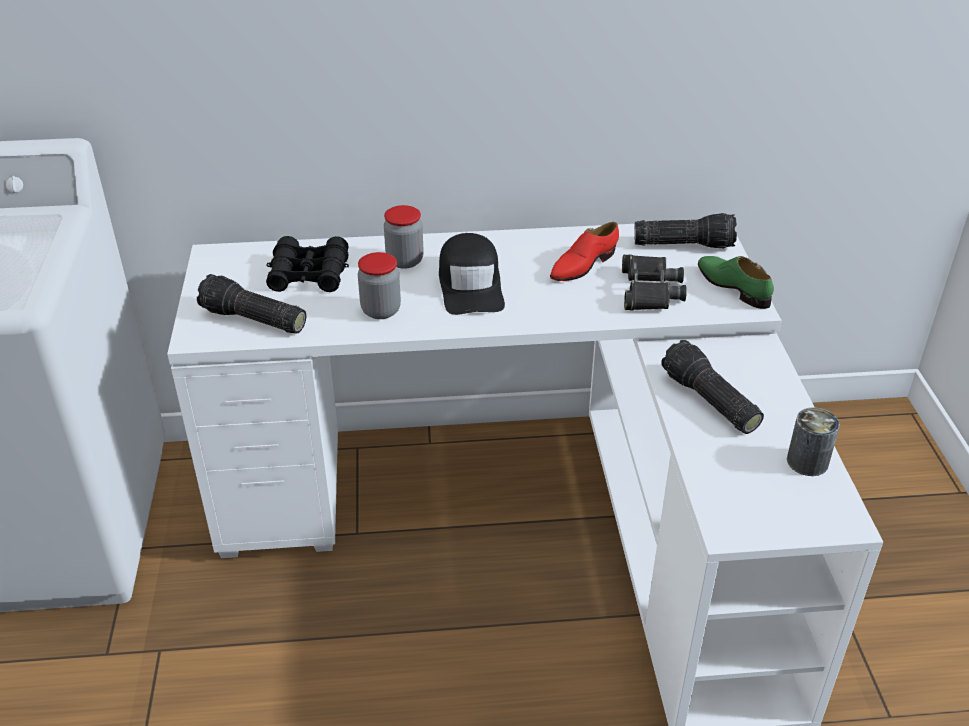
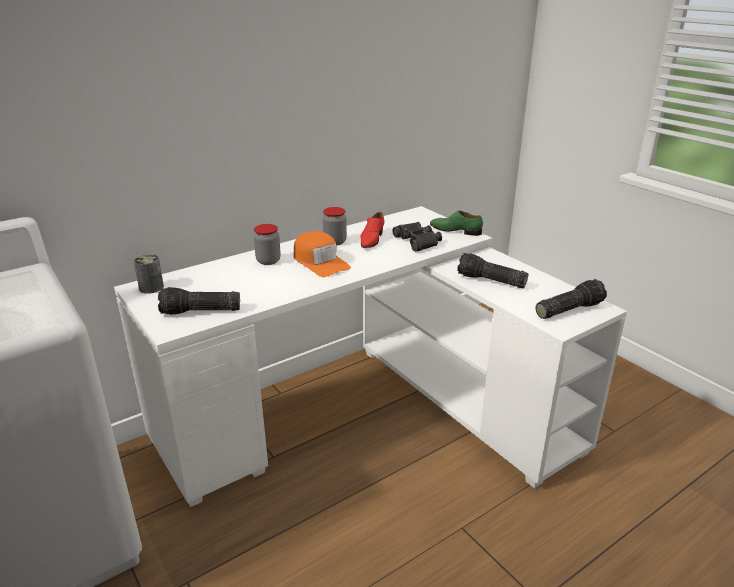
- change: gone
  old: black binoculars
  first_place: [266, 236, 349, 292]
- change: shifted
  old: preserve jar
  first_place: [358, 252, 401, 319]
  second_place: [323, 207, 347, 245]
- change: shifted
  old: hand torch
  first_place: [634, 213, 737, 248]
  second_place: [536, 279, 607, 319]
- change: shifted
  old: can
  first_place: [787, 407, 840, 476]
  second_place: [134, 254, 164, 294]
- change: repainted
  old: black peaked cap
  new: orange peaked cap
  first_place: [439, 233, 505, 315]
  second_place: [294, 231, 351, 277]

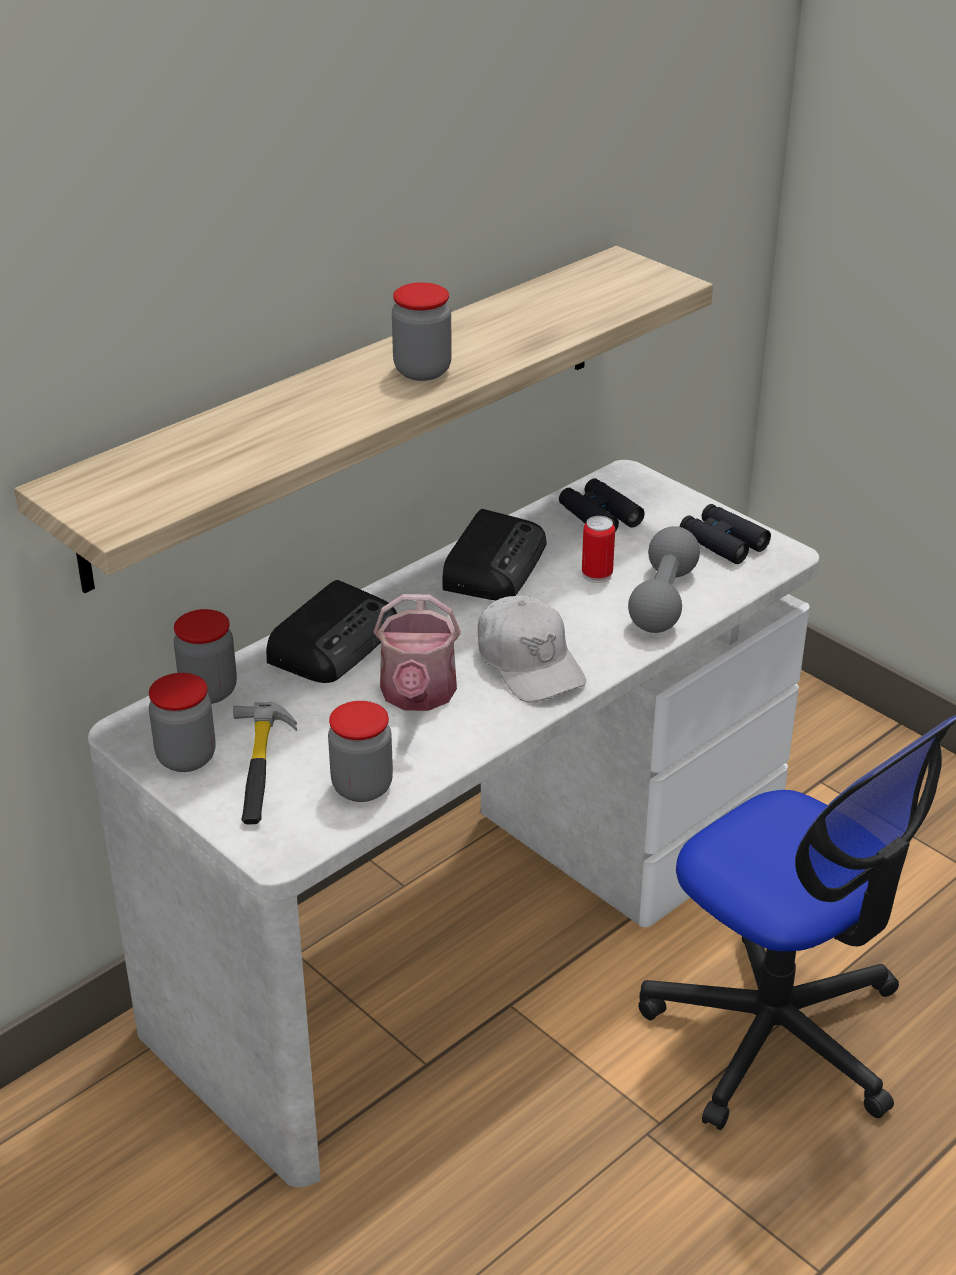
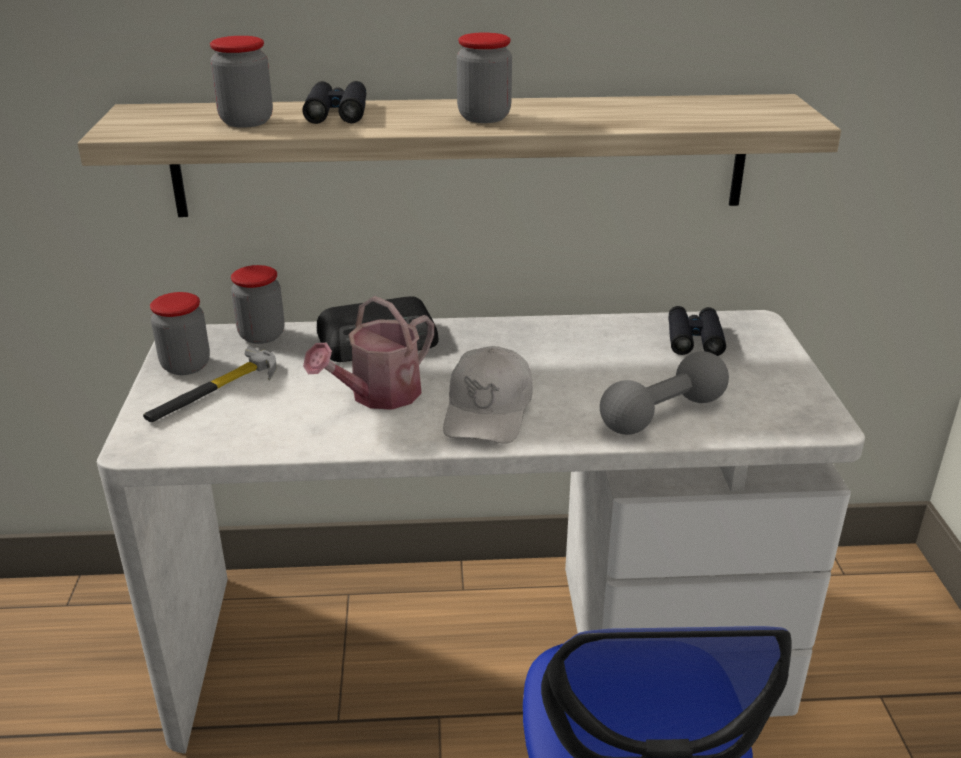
- change: gone
  old: radio set
  first_place: [442, 509, 546, 600]
- change: gone
  old: can
  first_place: [582, 516, 615, 583]
- change: shifted
  old: preserve jar
  first_place: [328, 701, 393, 802]
  second_place: [210, 36, 273, 128]
- change: shifted
  old: black binoculars
  first_place: [680, 504, 771, 564]
  second_place: [302, 81, 366, 124]

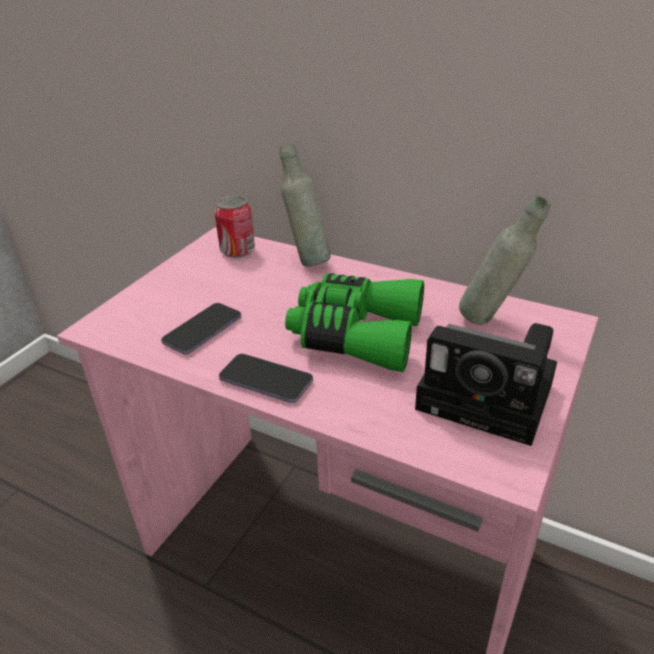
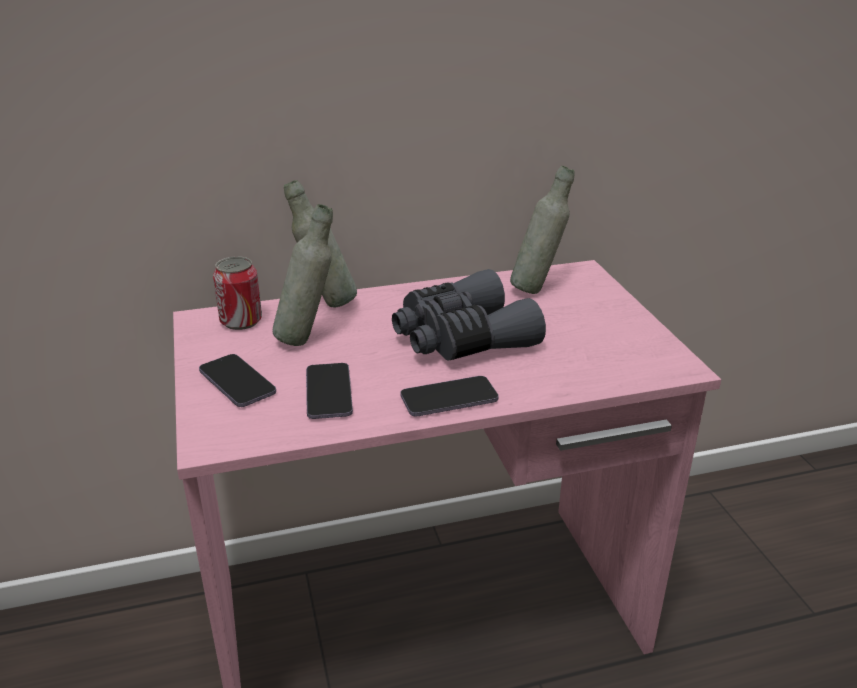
- change: gone
  old: still camera
  first_place: [415, 323, 557, 446]
- change: new
  new: telephone
  second_place: [199, 354, 276, 407]
- change: new
  new: greyish beverage bottle
  second_place: [273, 204, 333, 346]
- change: repainted
  old: greenish binoculars
  new: greyish binoculars
  first_place: [285, 273, 424, 372]
  second_place: [392, 269, 546, 361]

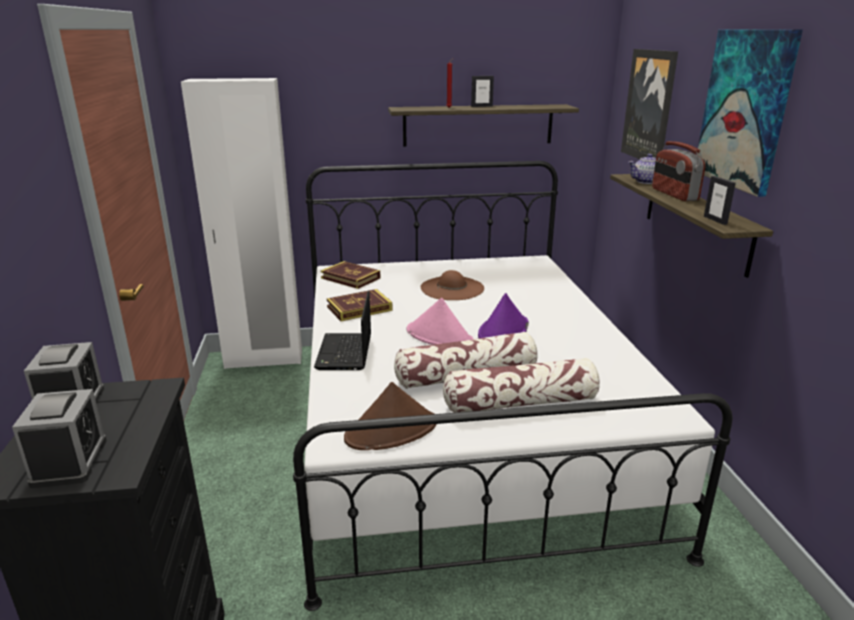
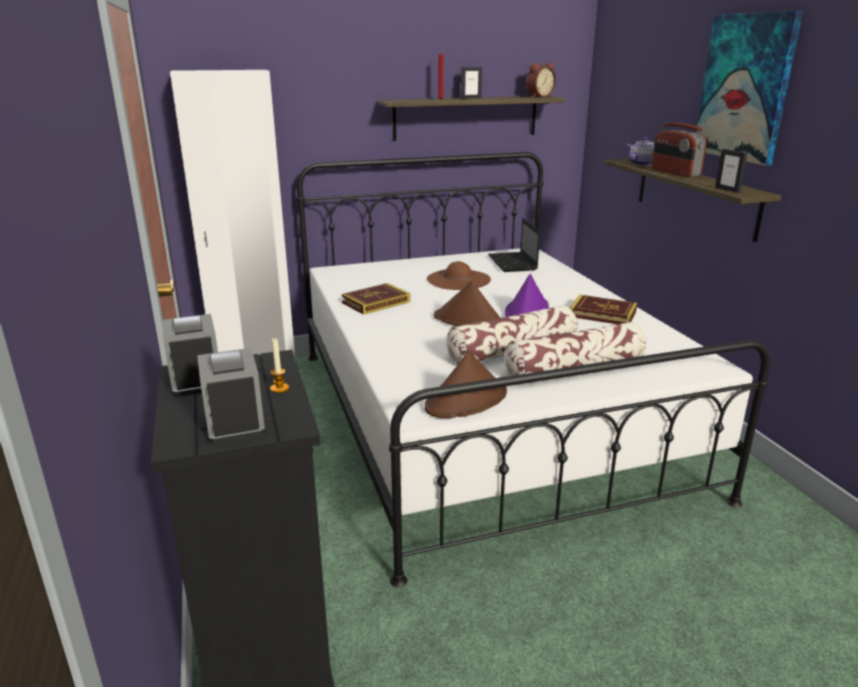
- change: gone
  old: wall art
  first_place: [621, 49, 678, 159]
- change: new
  new: wax candle
  second_place: [270, 338, 289, 393]
- change: new
  new: table clock
  second_place: [526, 63, 556, 98]
- change: shifted
  old: notebook computer
  first_place: [314, 291, 371, 370]
  second_place: [488, 218, 540, 272]
- change: shifted
  old: volume
  first_place: [321, 261, 381, 289]
  second_place: [570, 295, 637, 324]
- change: repainted
  old: pink wearable hat
  new: brown wearable hat
  first_place: [407, 298, 474, 345]
  second_place: [434, 281, 500, 326]

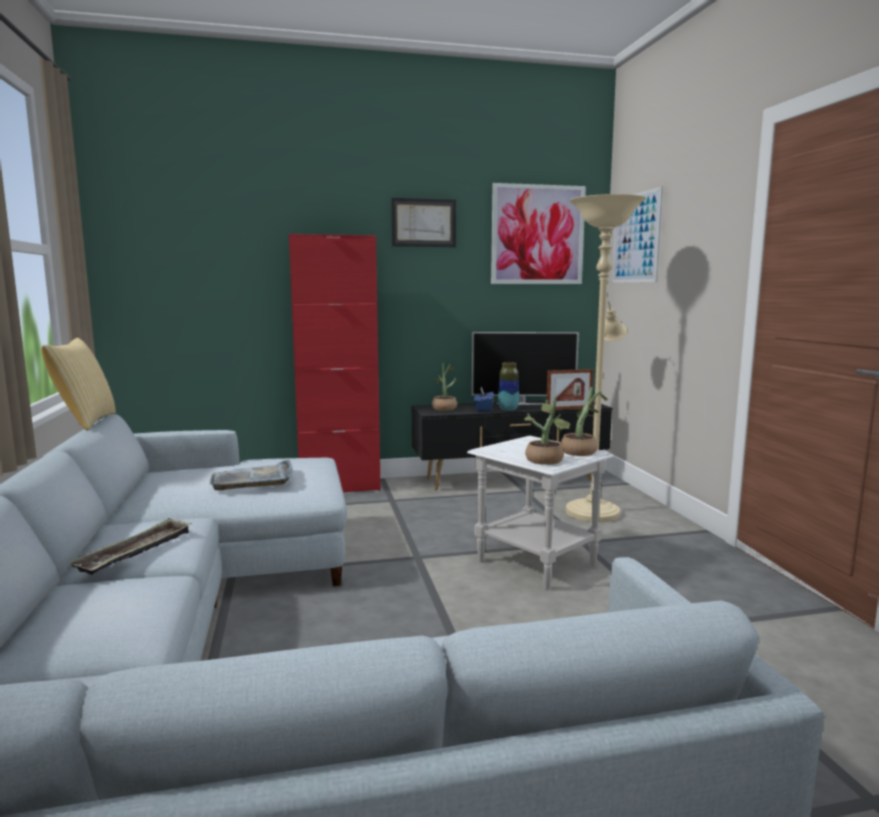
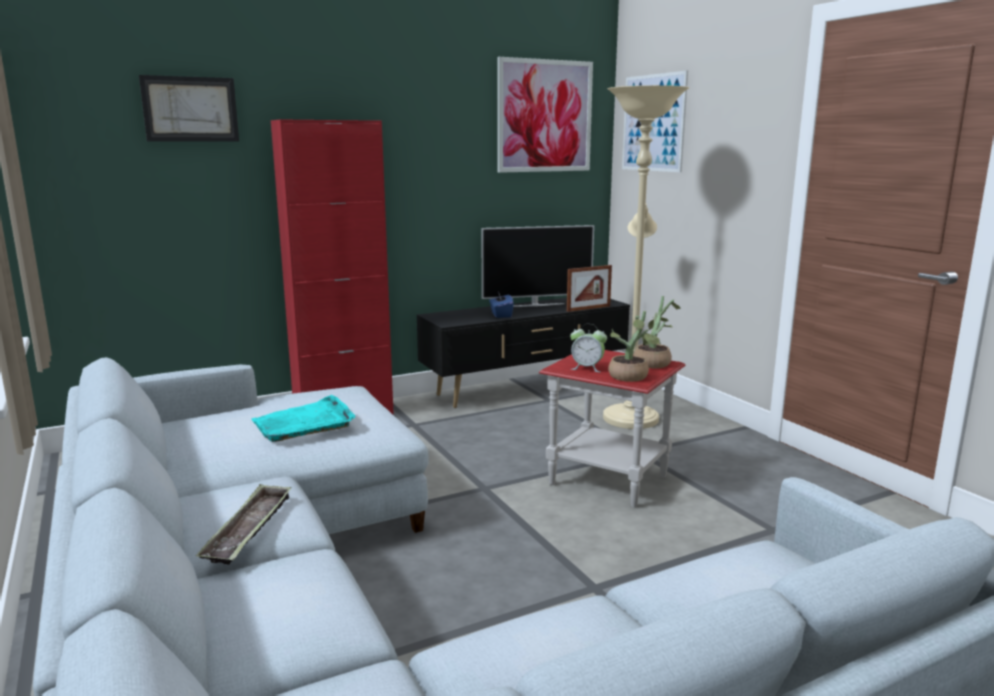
- change: gone
  old: pillow
  first_place: [41, 338, 116, 431]
- change: gone
  old: houseplant
  first_place: [432, 363, 459, 411]
- change: gone
  old: flower vase
  first_place: [498, 362, 519, 411]
- change: new
  new: table clock
  second_place: [570, 324, 607, 372]
- change: shifted
  old: wall art
  first_place: [391, 198, 456, 247]
  second_place: [139, 75, 239, 142]
- change: repainted
  old: greyish serving tray
  new: blue-green serving tray
  first_place: [210, 459, 293, 490]
  second_place: [251, 395, 356, 442]
- change: repainted
  old: white end table
  new: red-coloured end table
  first_place: [467, 436, 614, 590]
  second_place: [539, 350, 685, 508]

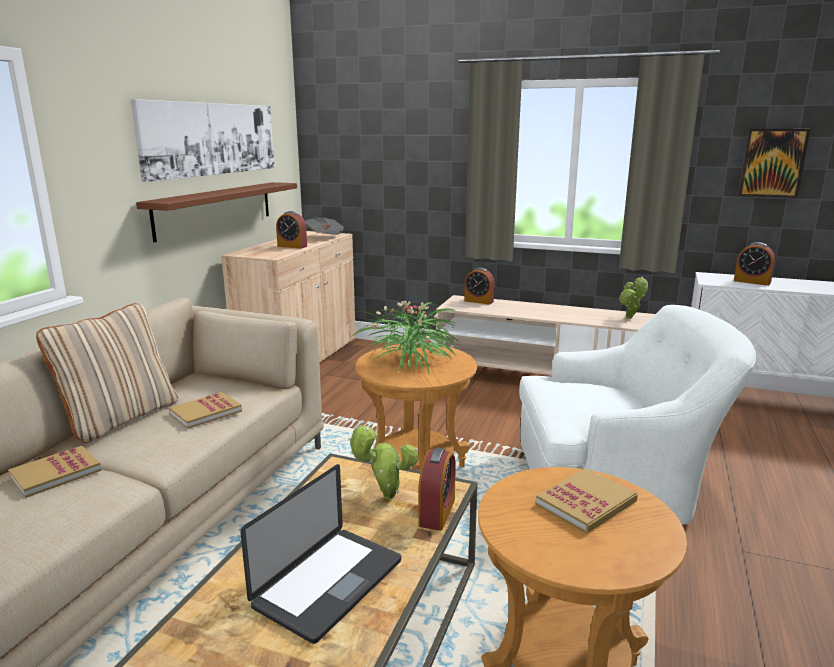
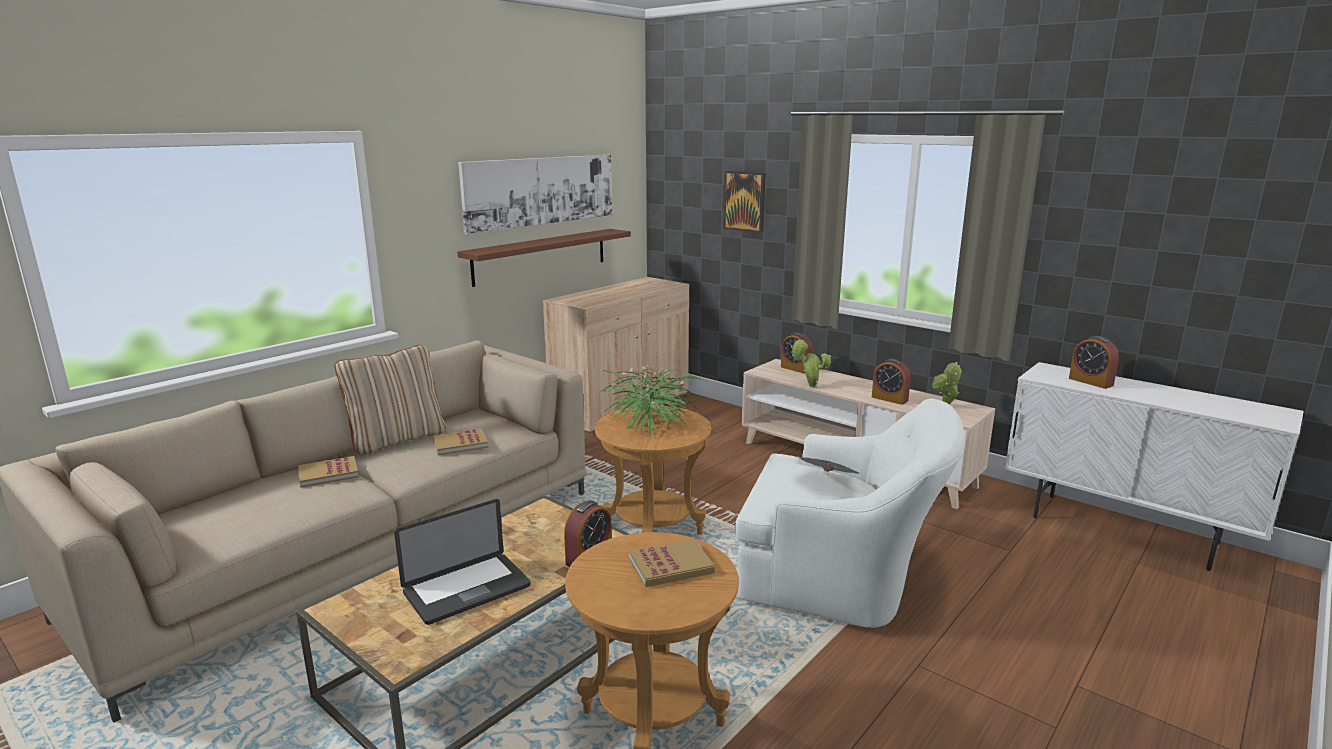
- change: shifted
  old: table clock
  first_place: [276, 211, 307, 249]
  second_place: [872, 359, 911, 405]
- change: shifted
  old: printed paper
  first_place: [305, 217, 344, 235]
  second_place: [794, 456, 860, 474]
- change: shifted
  old: houseplant
  first_place: [348, 425, 418, 500]
  second_place: [791, 340, 831, 387]
- change: shifted
  old: wall art
  first_place: [738, 129, 810, 198]
  second_place: [723, 171, 766, 233]

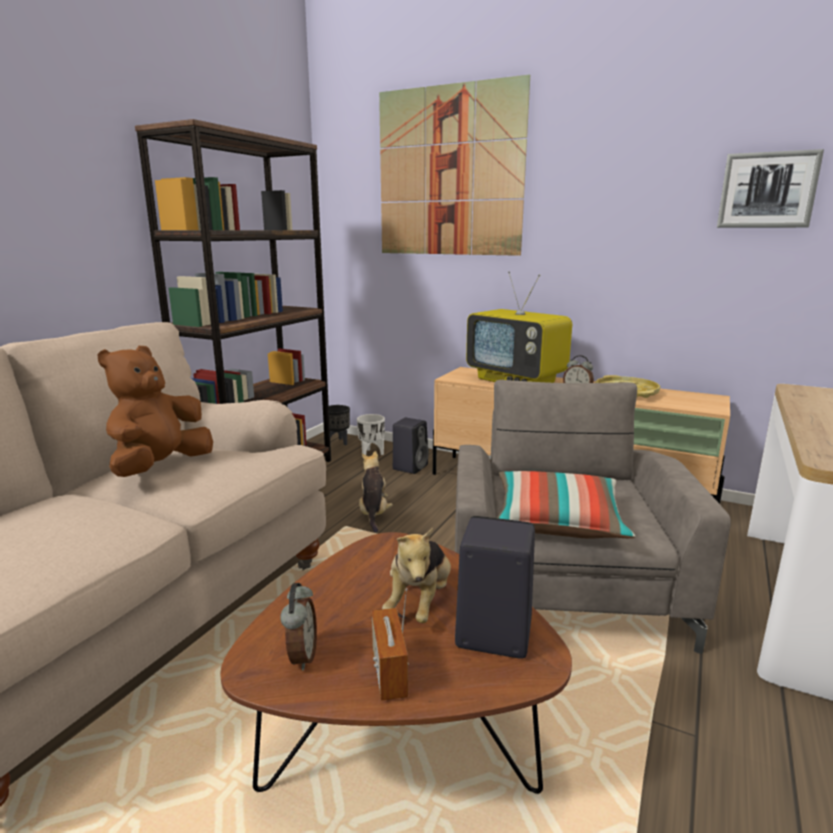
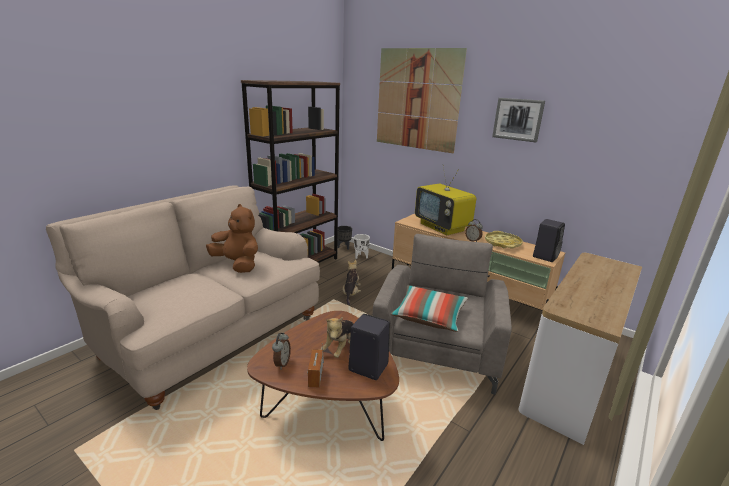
- change: shifted
  old: black speaker
  first_place: [393, 418, 429, 474]
  second_place: [533, 219, 565, 262]
- change: shifted
  old: wall art
  first_place: [717, 149, 824, 228]
  second_place: [492, 98, 545, 142]
- change: rotated
  old: brown soft toy
  first_place: [97, 346, 213, 477]
  second_place: [206, 204, 258, 273]
  degrees: 90

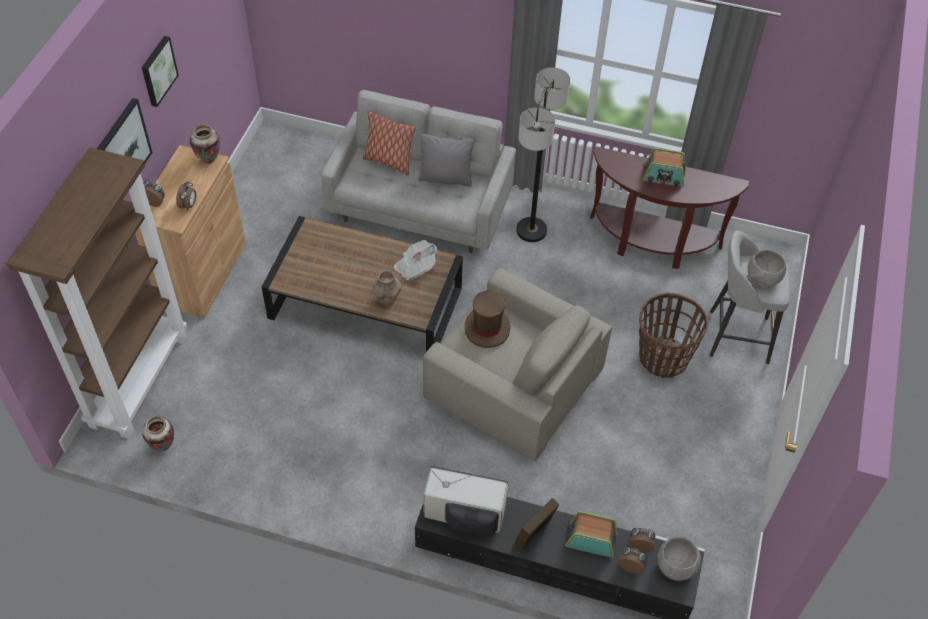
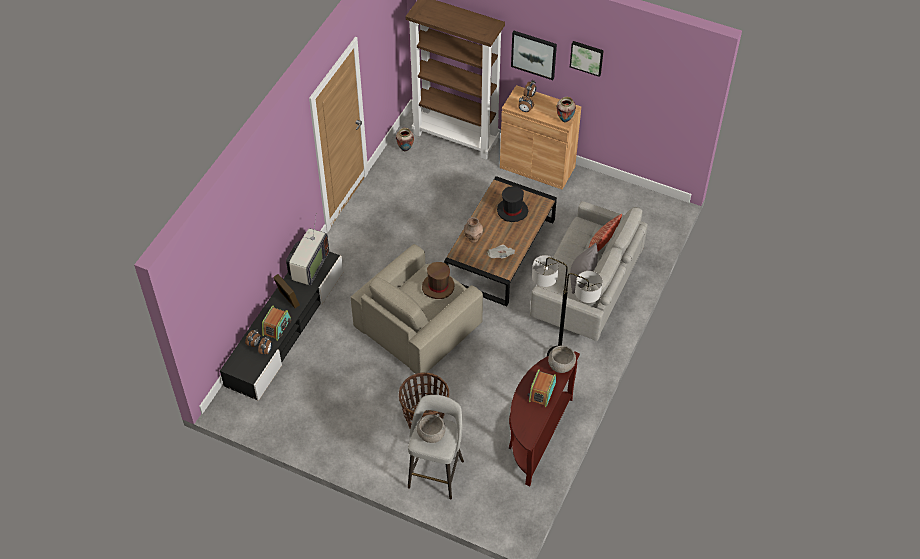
- change: new
  new: black wearable hat
  second_place: [497, 186, 528, 222]
- change: shifted
  old: greyish deep dish
  first_place: [657, 537, 701, 581]
  second_place: [548, 345, 576, 373]

